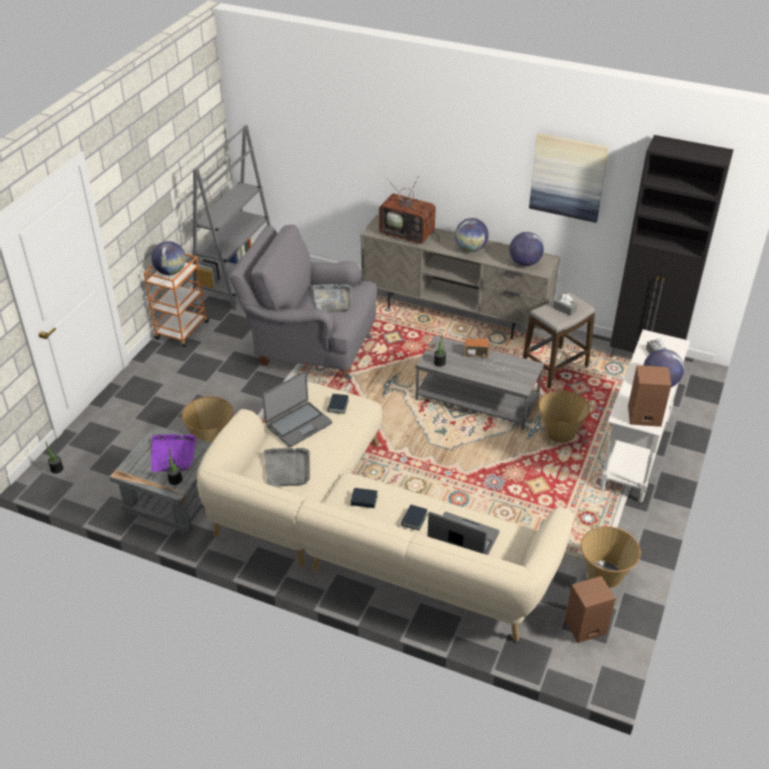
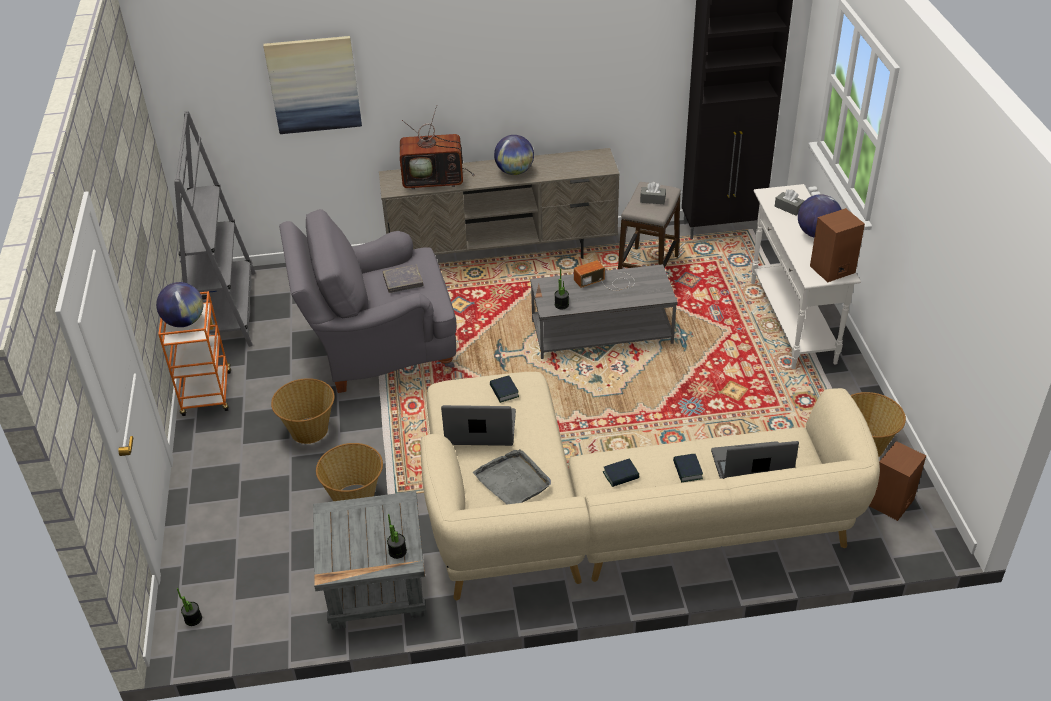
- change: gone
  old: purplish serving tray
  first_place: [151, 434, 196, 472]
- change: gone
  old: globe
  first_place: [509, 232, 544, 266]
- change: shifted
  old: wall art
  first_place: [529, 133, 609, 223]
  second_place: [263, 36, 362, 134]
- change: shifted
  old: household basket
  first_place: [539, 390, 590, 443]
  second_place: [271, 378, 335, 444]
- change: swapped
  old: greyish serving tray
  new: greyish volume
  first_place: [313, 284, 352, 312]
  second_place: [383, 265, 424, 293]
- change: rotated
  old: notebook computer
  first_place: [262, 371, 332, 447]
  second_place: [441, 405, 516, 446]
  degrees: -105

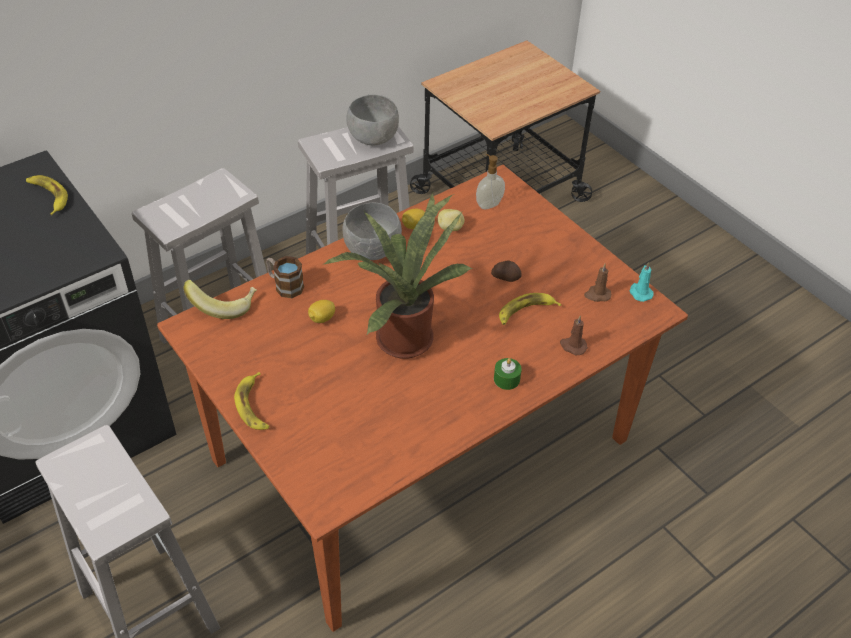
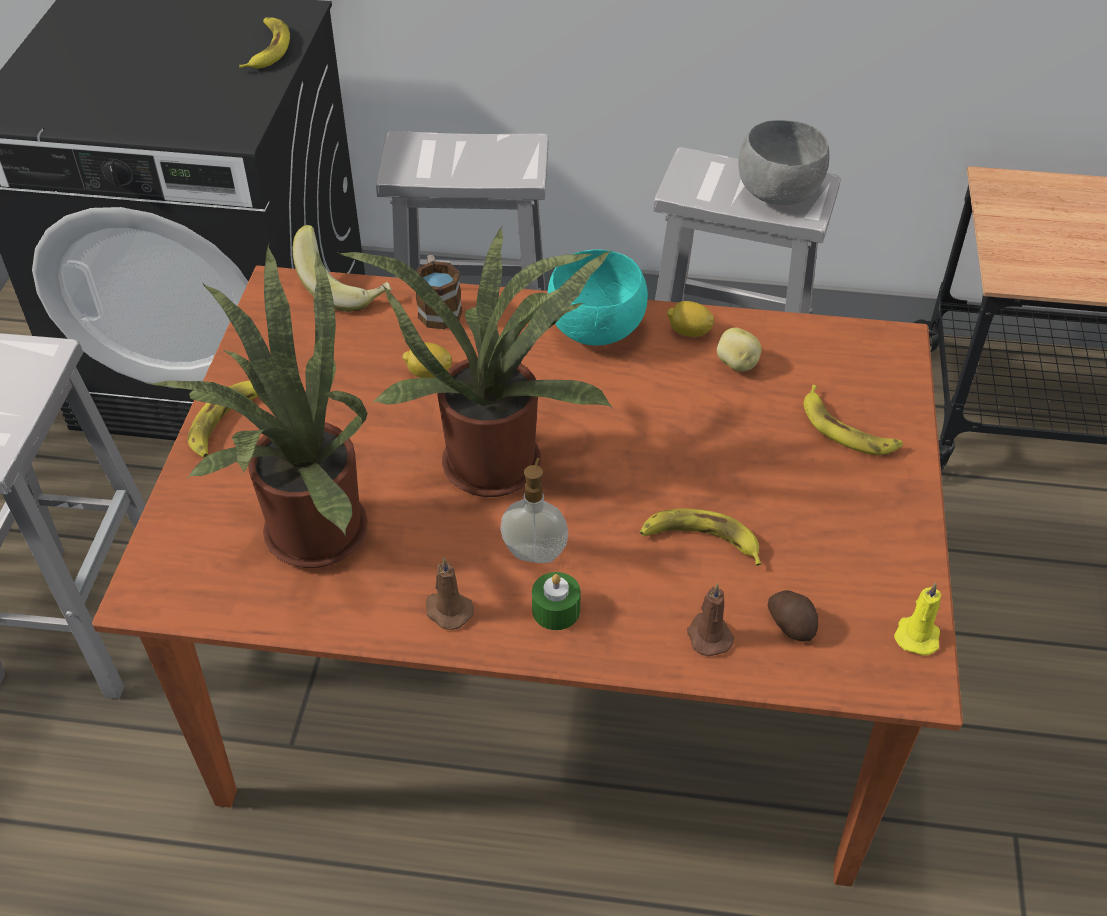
- change: new
  new: houseplant
  second_place: [147, 245, 368, 568]
- change: new
  new: banana
  second_place: [804, 385, 903, 455]
- change: shifted
  old: liquid soap bottle
  first_place: [476, 154, 505, 209]
  second_place: [501, 458, 568, 563]
- change: shifted
  old: potato
  first_place: [491, 260, 521, 282]
  second_place: [768, 590, 818, 642]
- change: shifted
  old: brown wax candle
  first_place: [584, 264, 611, 302]
  second_place: [426, 558, 474, 630]
- change: repainted
  old: greyish deep dish
  new: blue-green deep dish
  first_place: [343, 203, 402, 260]
  second_place: [547, 250, 648, 346]
- change: repainted
  old: blue-green wax candle
  new: yellow-coloured wax candle
  first_place: [629, 262, 654, 302]
  second_place: [894, 583, 941, 656]

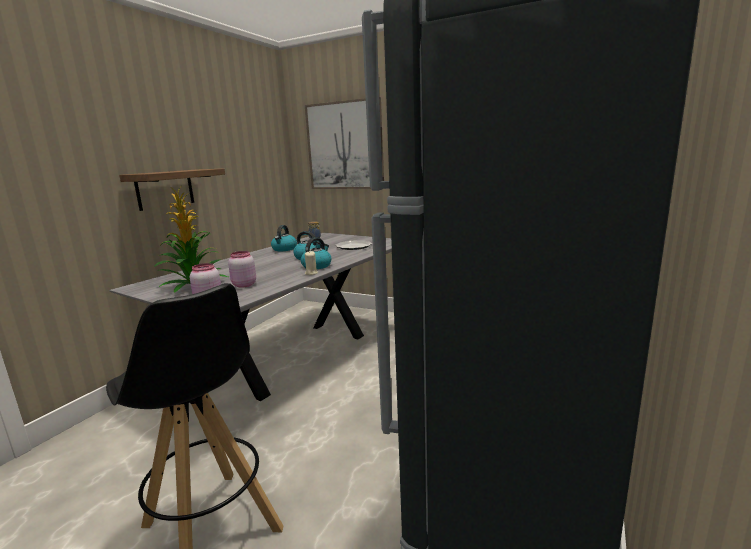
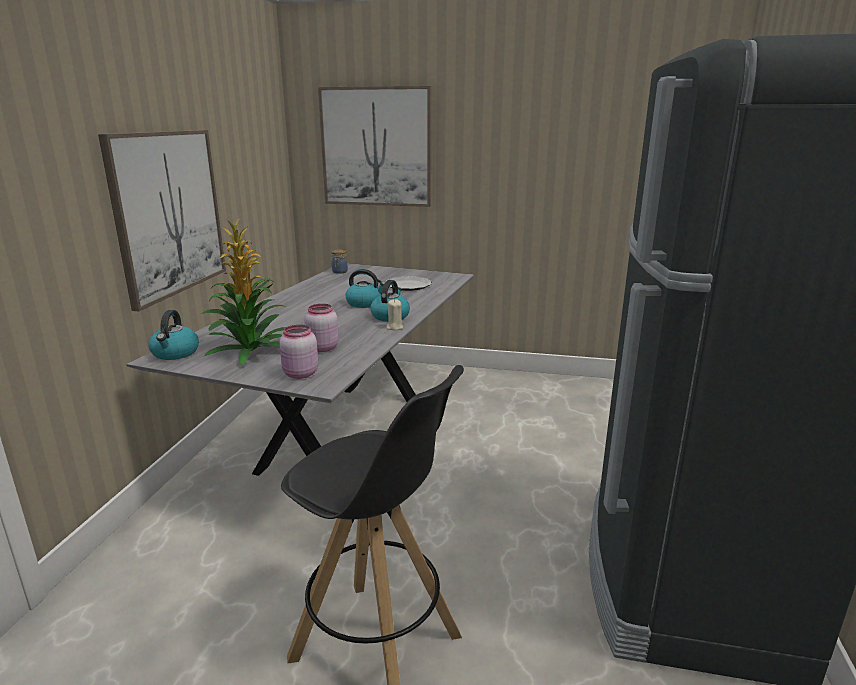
- change: shifted
  old: water kettle
  first_place: [271, 225, 297, 251]
  second_place: [148, 310, 199, 360]
- change: swapped
  old: bracket shelf
  new: wall art
  first_place: [119, 169, 225, 211]
  second_place: [98, 130, 226, 311]

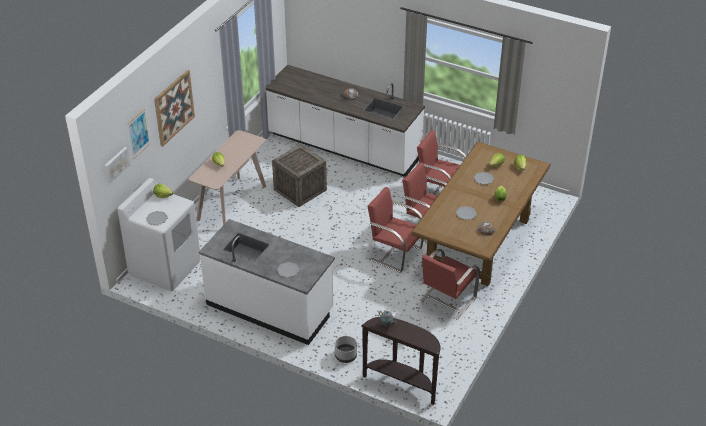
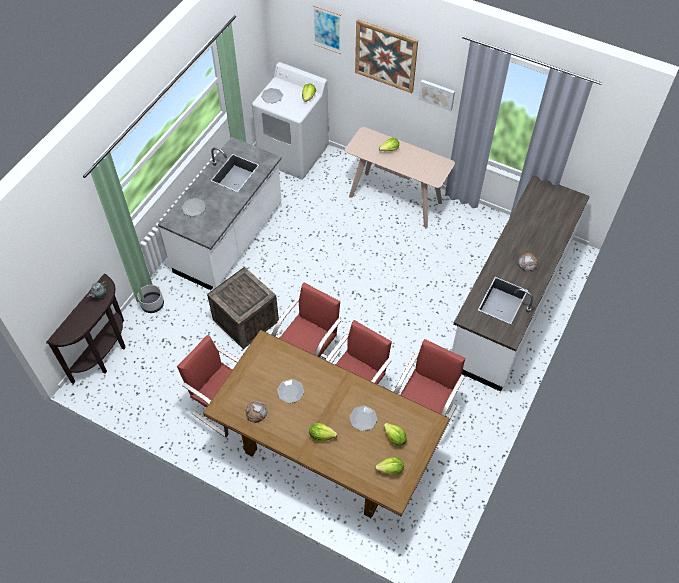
- change: shifted
  old: wall art
  first_place: [105, 147, 130, 184]
  second_place: [419, 80, 455, 111]
- change: shifted
  old: packing crate
  first_place: [272, 144, 327, 207]
  second_place: [207, 267, 279, 349]

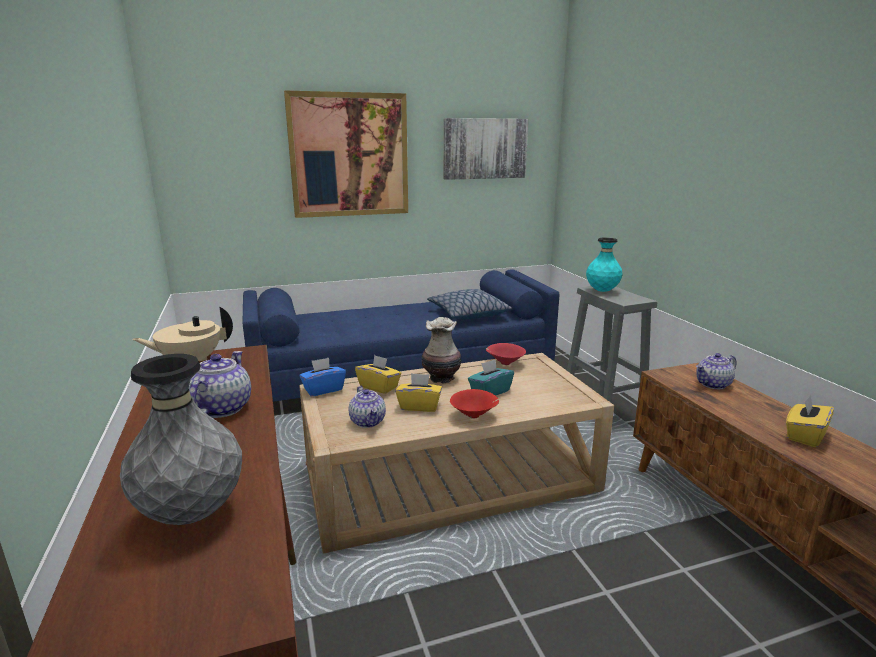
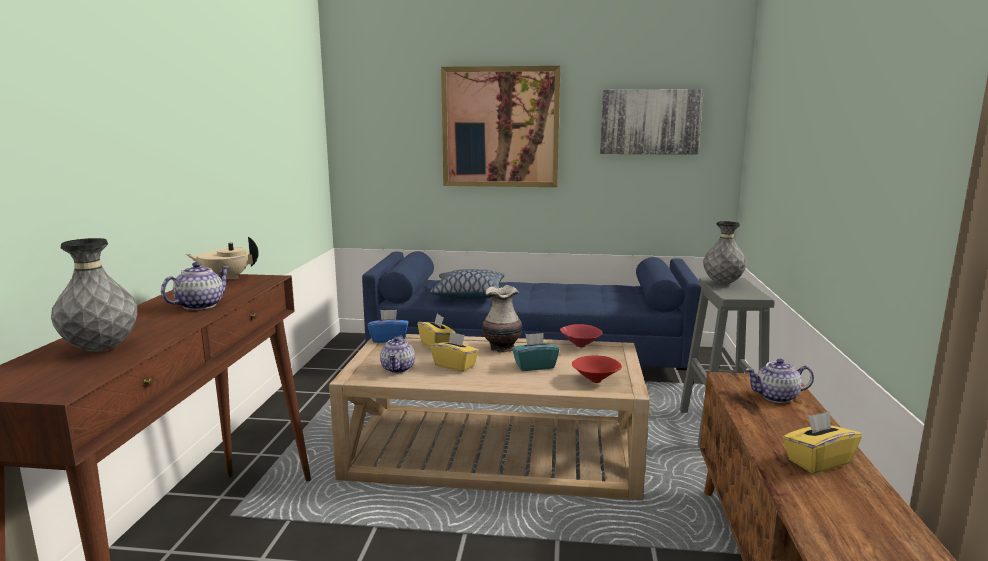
- change: shifted
  old: pillow
  first_place: [427, 289, 512, 319]
  second_place: [430, 269, 504, 299]
- change: shifted
  old: red-coloured deep dish
  first_place: [450, 389, 499, 419]
  second_place: [572, 355, 622, 383]
- change: repainted
  old: blue-green flower vase
  new: greyish flower vase
  first_place: [586, 238, 623, 292]
  second_place: [703, 221, 747, 284]

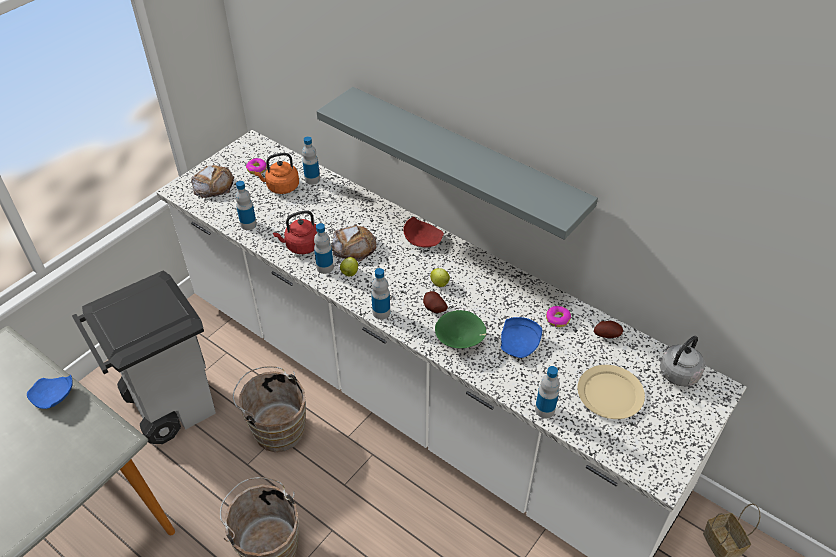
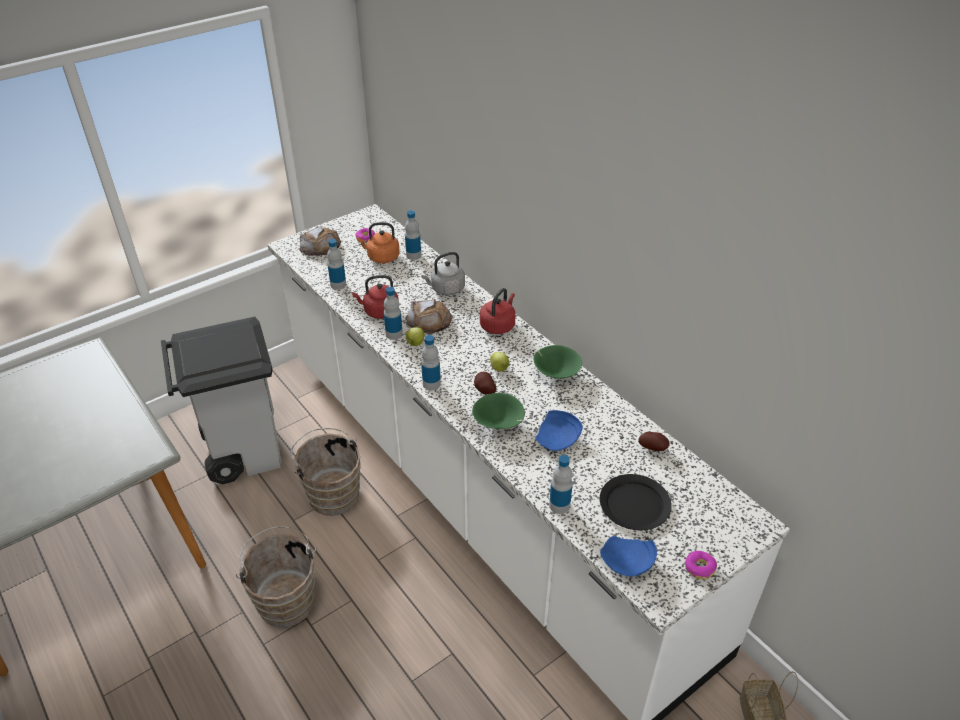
- change: gone
  old: greyish bracket shelf
  first_place: [317, 87, 598, 240]
- change: new
  new: greenish deep dish
  second_place: [533, 345, 582, 379]
- change: shifted
  old: blue plate
  first_place: [27, 375, 73, 409]
  second_place: [600, 536, 657, 576]
- change: shifted
  old: doughnut
  first_place: [546, 306, 571, 327]
  second_place: [685, 551, 717, 579]
- change: shifted
  old: greyish water kettle
  first_place: [660, 336, 705, 386]
  second_place: [421, 252, 465, 295]
- change: swapped
  old: red-coloured plate
  new: red-coloured water kettle
  first_place: [403, 217, 444, 248]
  second_place: [480, 288, 515, 334]
- change: repainted
  old: beige plate
  new: black plate
  first_place: [578, 365, 645, 419]
  second_place: [600, 474, 672, 530]

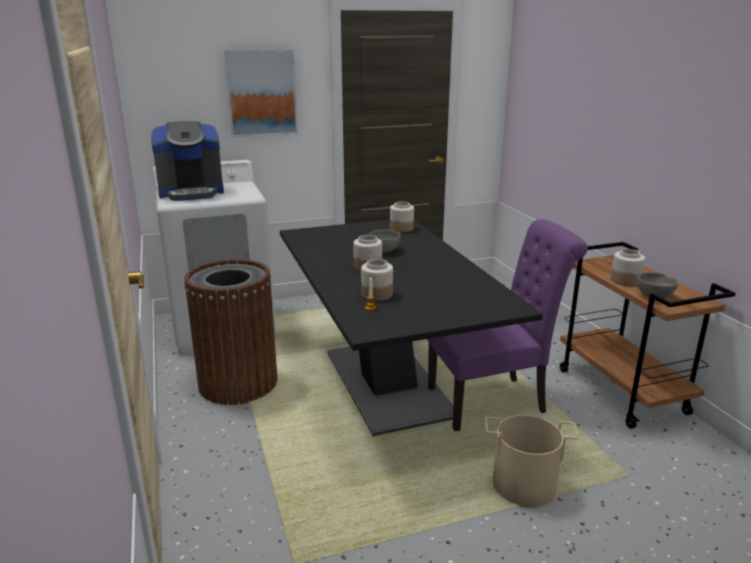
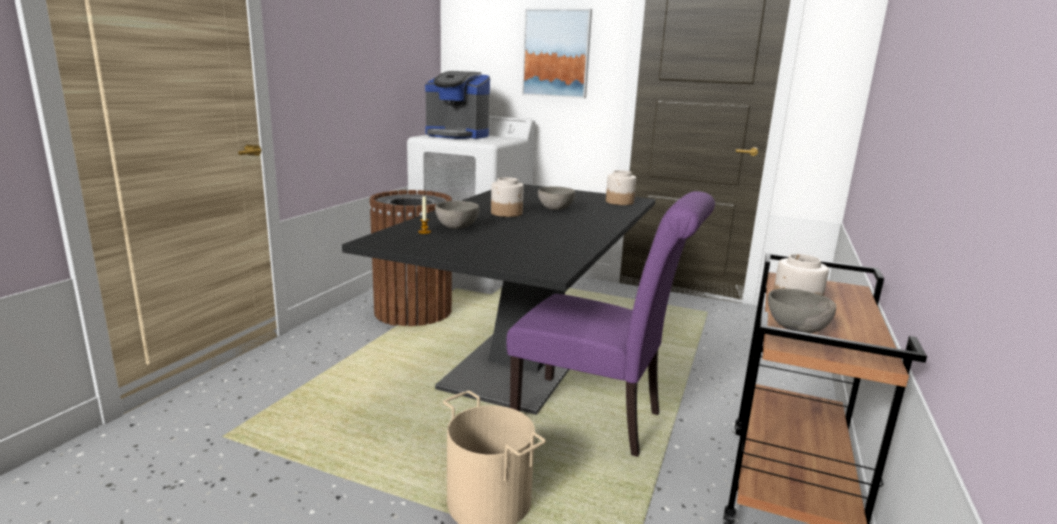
- change: swapped
  old: preserve jar
  new: greyish deep dish
  first_place: [361, 259, 393, 301]
  second_place: [435, 201, 479, 229]

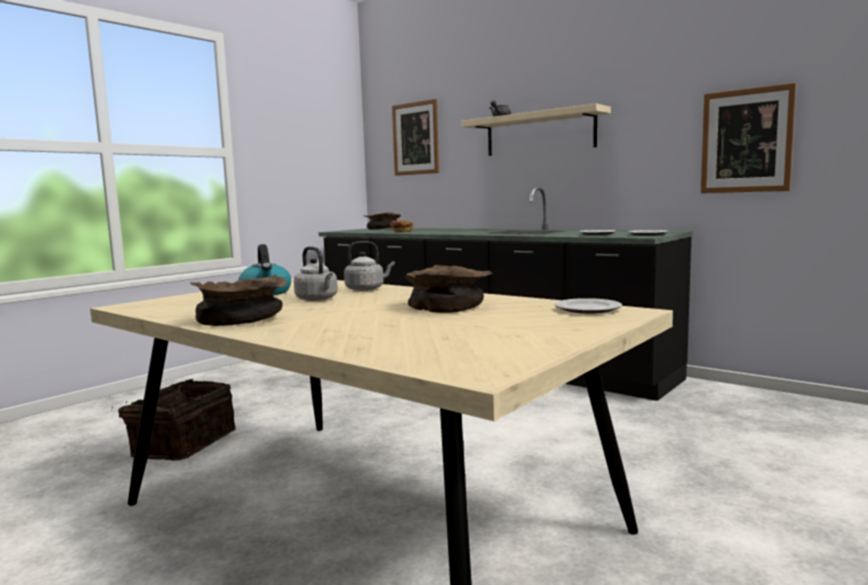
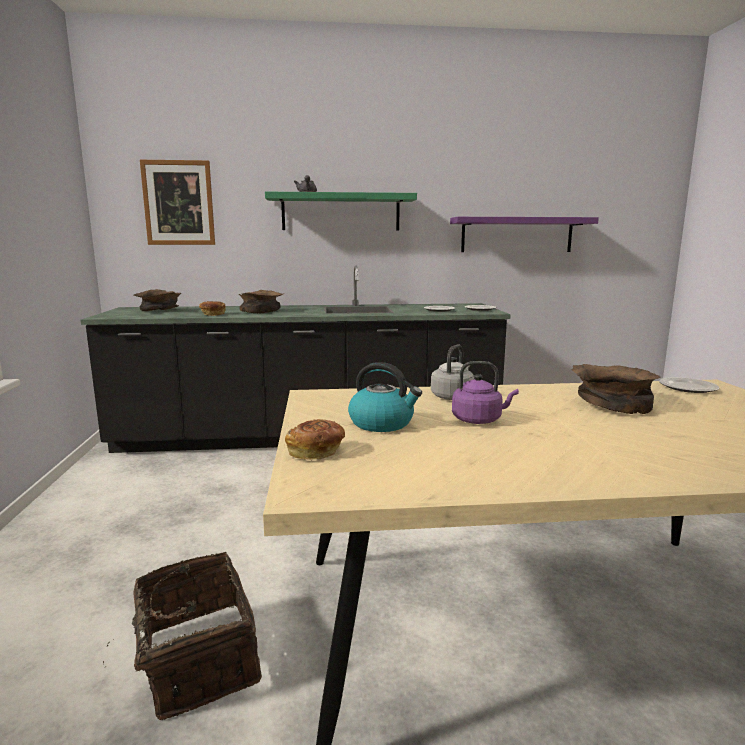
- change: new
  new: bread
  second_place: [285, 419, 345, 460]
- change: shifted
  old: brown deep dish
  first_place: [190, 274, 286, 326]
  second_place: [239, 290, 285, 313]
- change: swapped
  old: wall art
  new: purplish bracket shelf
  first_place: [701, 83, 796, 193]
  second_place: [450, 217, 599, 252]
- change: repainted
  old: greyish water kettle
  new: purplish water kettle
  first_place: [294, 246, 338, 301]
  second_place: [452, 361, 519, 424]
- change: repainted
  old: beige bracket shelf
  new: greenish bracket shelf
  first_place: [461, 104, 611, 156]
  second_place: [265, 192, 417, 231]

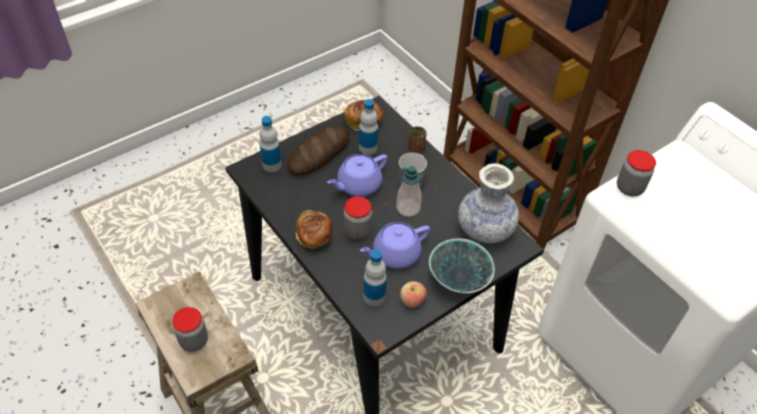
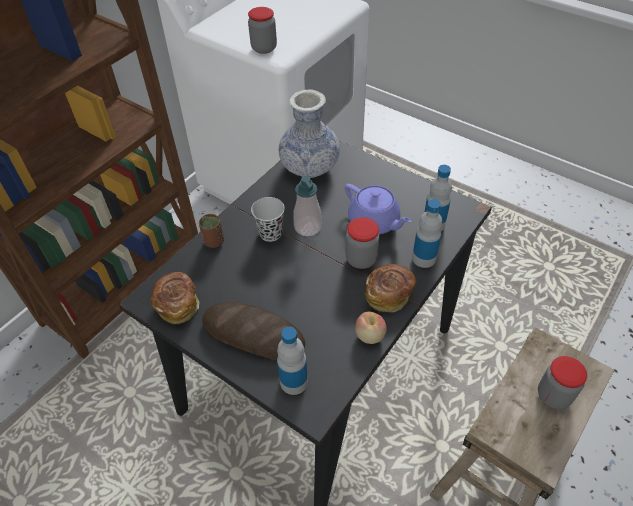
- change: gone
  old: purplish teapot
  first_place: [327, 154, 388, 197]
- change: gone
  old: deep dish
  first_place: [429, 238, 495, 293]
- change: shifted
  old: beverage bottle
  first_place: [359, 99, 378, 155]
  second_place: [412, 199, 442, 268]
- change: shifted
  old: apple
  first_place: [400, 281, 427, 308]
  second_place: [355, 311, 387, 344]

